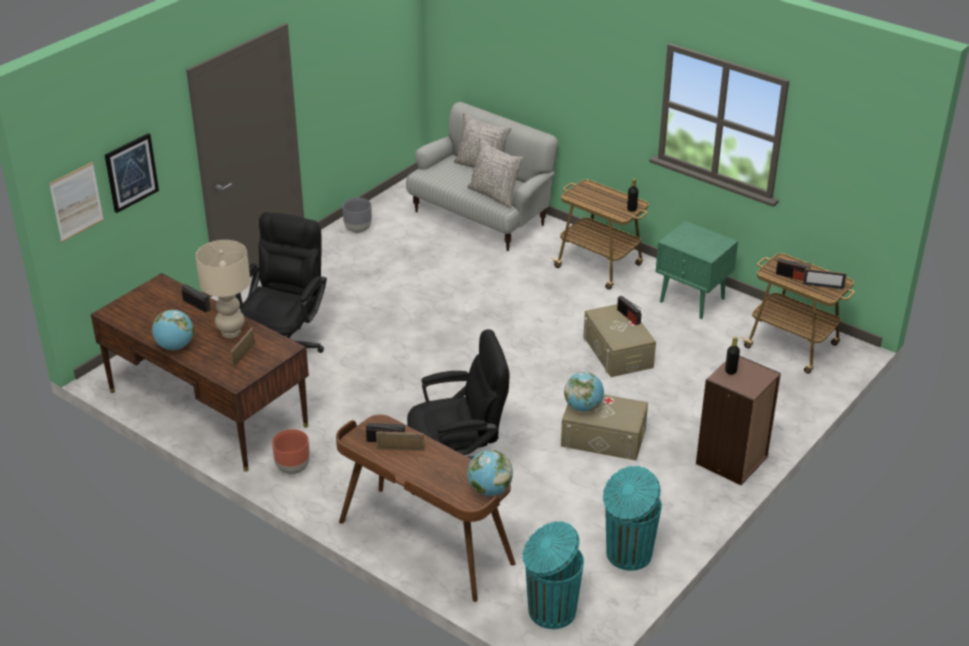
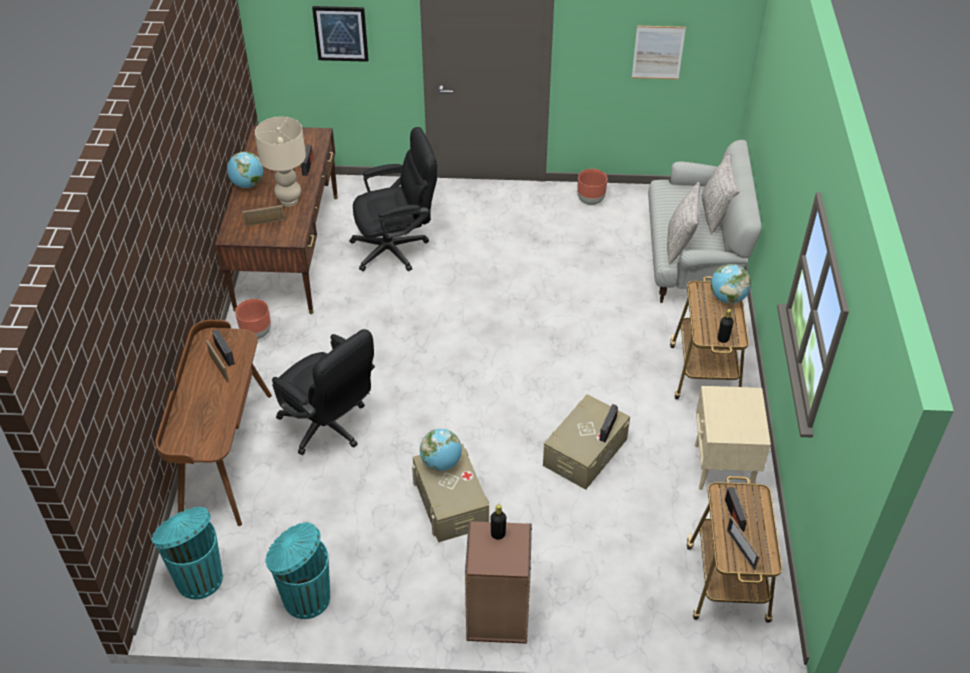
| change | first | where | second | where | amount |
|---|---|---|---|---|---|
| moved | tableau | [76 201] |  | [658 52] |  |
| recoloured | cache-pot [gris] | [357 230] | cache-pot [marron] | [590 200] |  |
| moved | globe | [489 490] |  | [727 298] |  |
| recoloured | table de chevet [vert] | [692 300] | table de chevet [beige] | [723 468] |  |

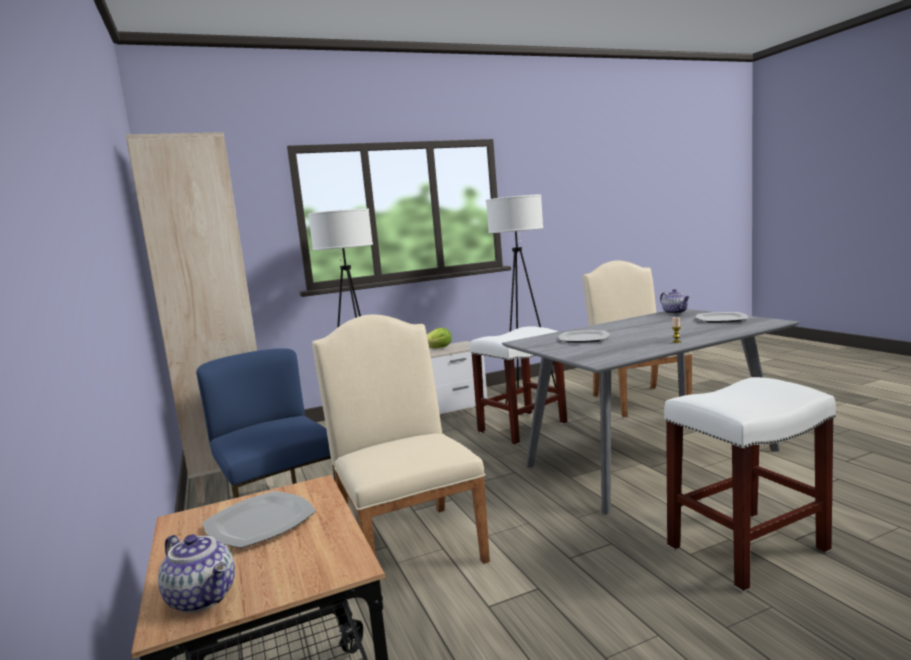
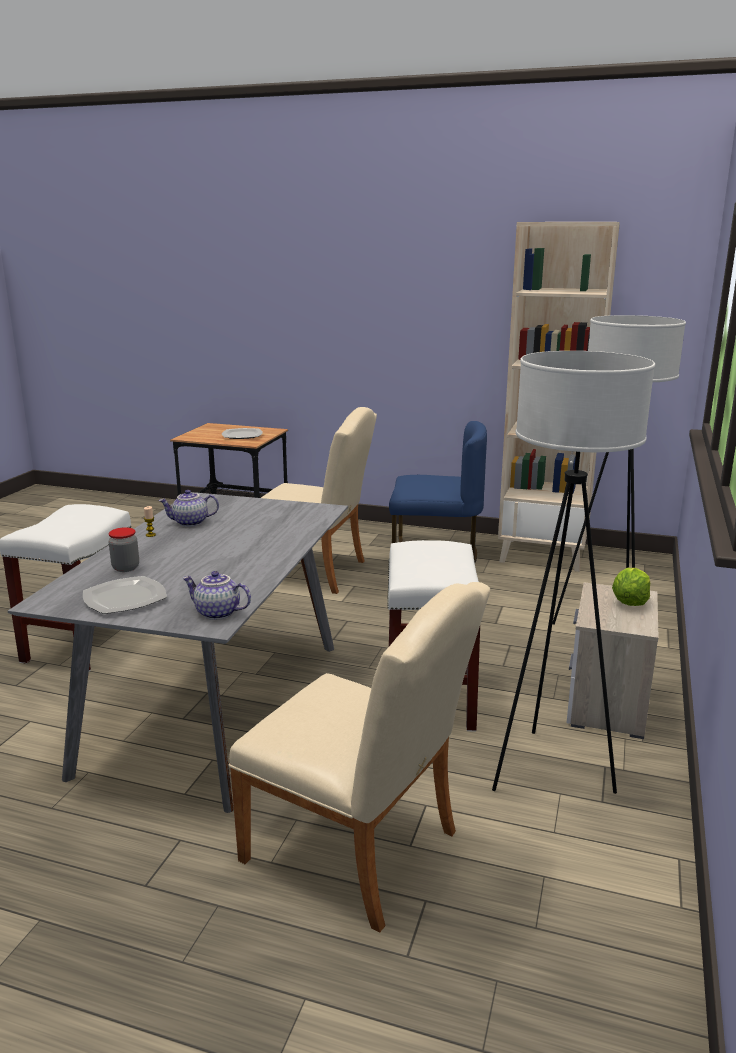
| change | first | where | second | where | amount |
|---|---|---|---|---|---|
| moved | théière | [204 597] |  | [190 523] |  |
| removed | assiette | [583 339] |  |  |  |
| added |  |  | bocal | [126 568] |  |

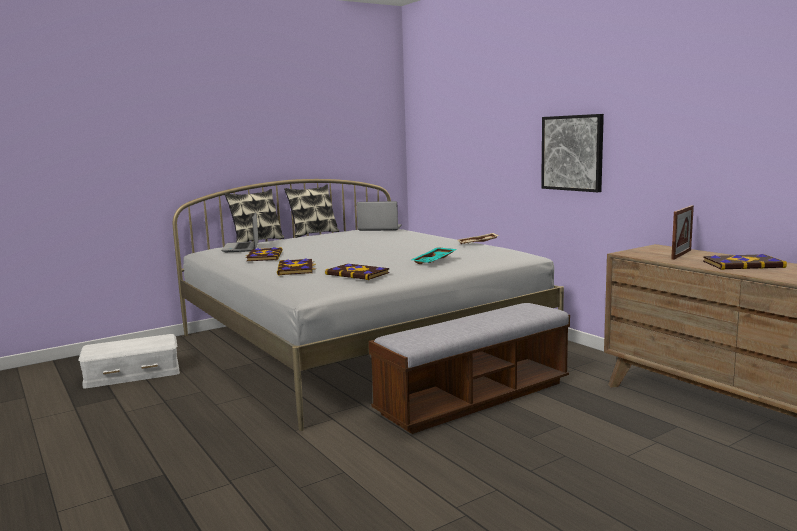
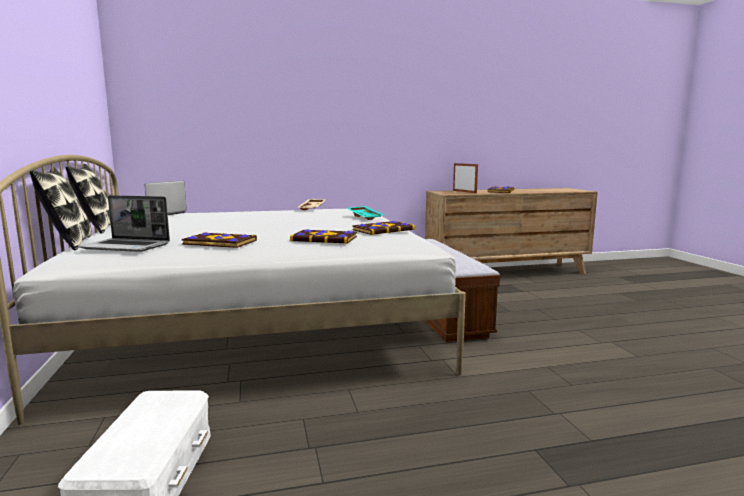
| change | first | where | second | where | amount |
|---|---|---|---|---|---|
| removed | tableau | [572 153] |  |  |  |

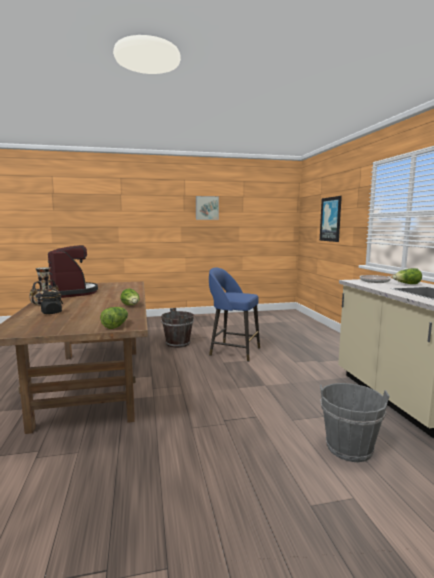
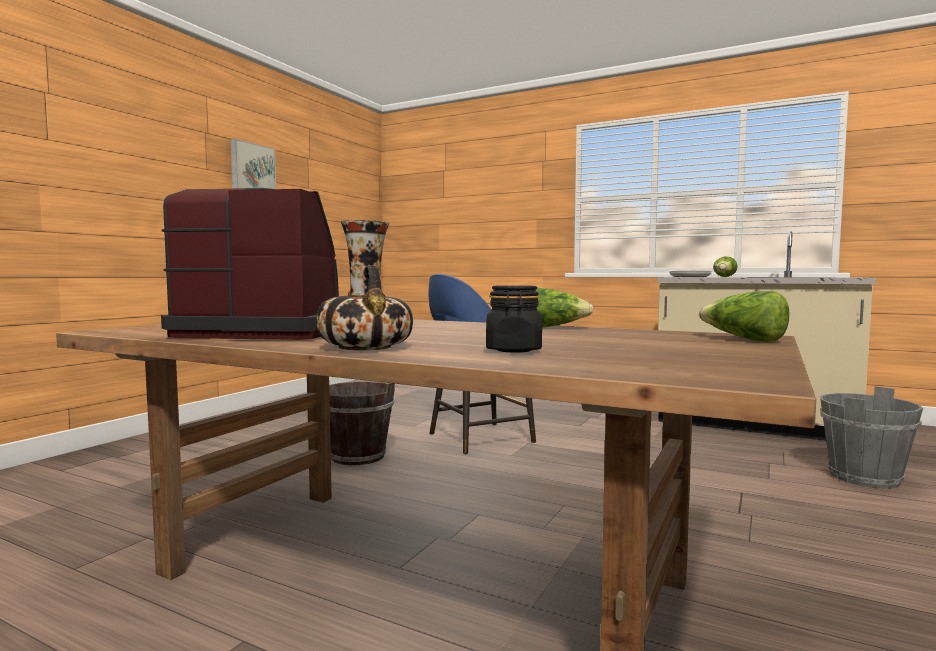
| change | first | where | second | where | amount |
|---|---|---|---|---|---|
| removed | tableau | [331 219] |  |  |  |

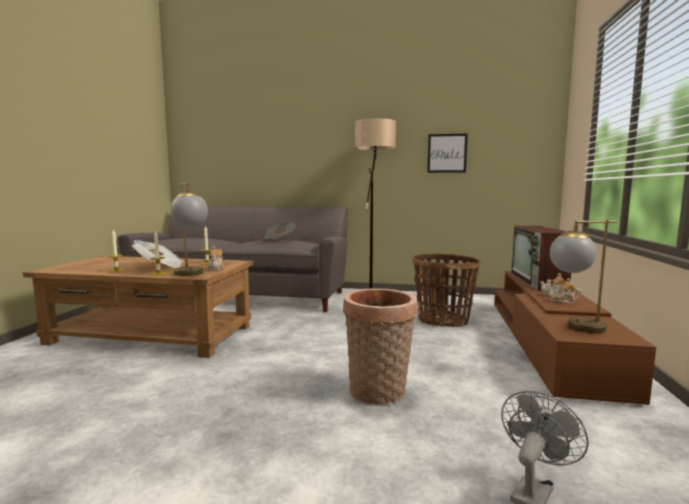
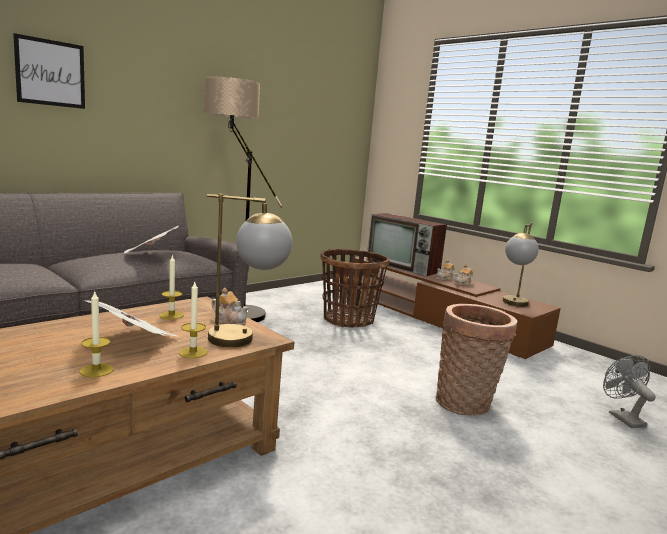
| change | first | where | second | where | amount |
|---|---|---|---|---|---|
| moved | tableau | [447 153] |  | [50 73] |  |

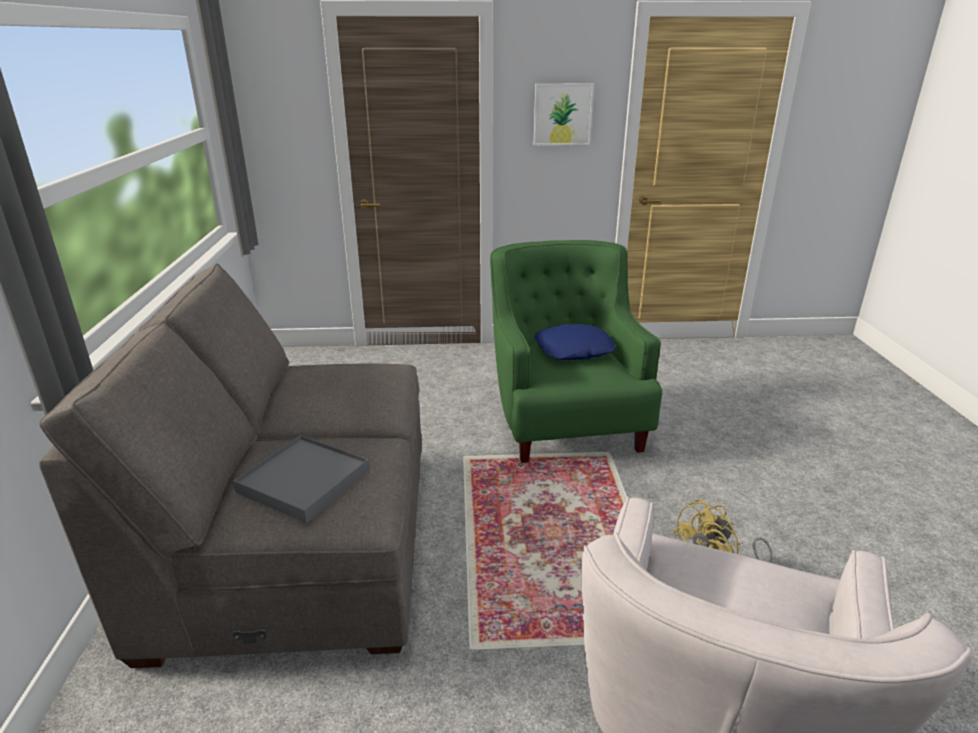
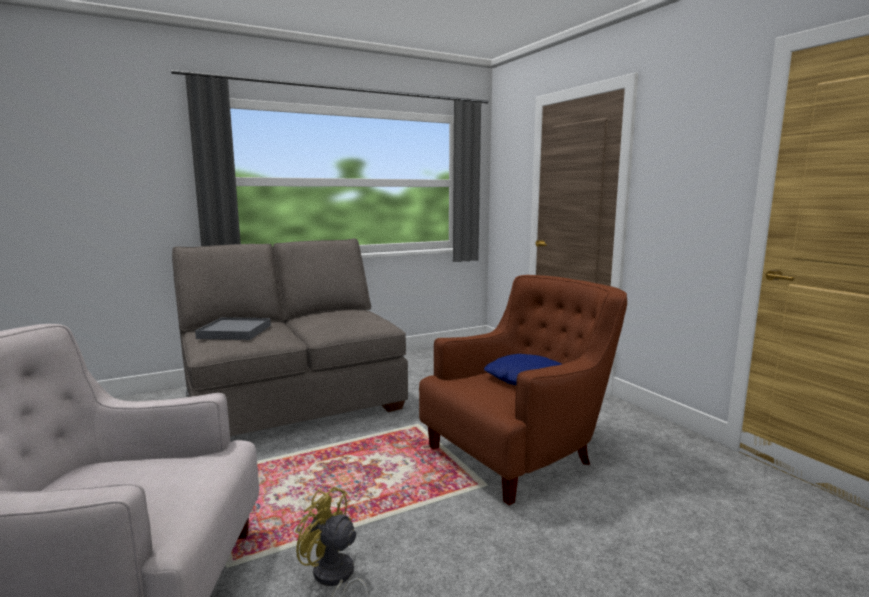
| change | first | where | second | where | amount |
|---|---|---|---|---|---|
| recoloured | fauteuil [vert] | [564 419] | fauteuil [marron] | [520 452] |  |
| removed | tableau | [562 114] |  |  |  |

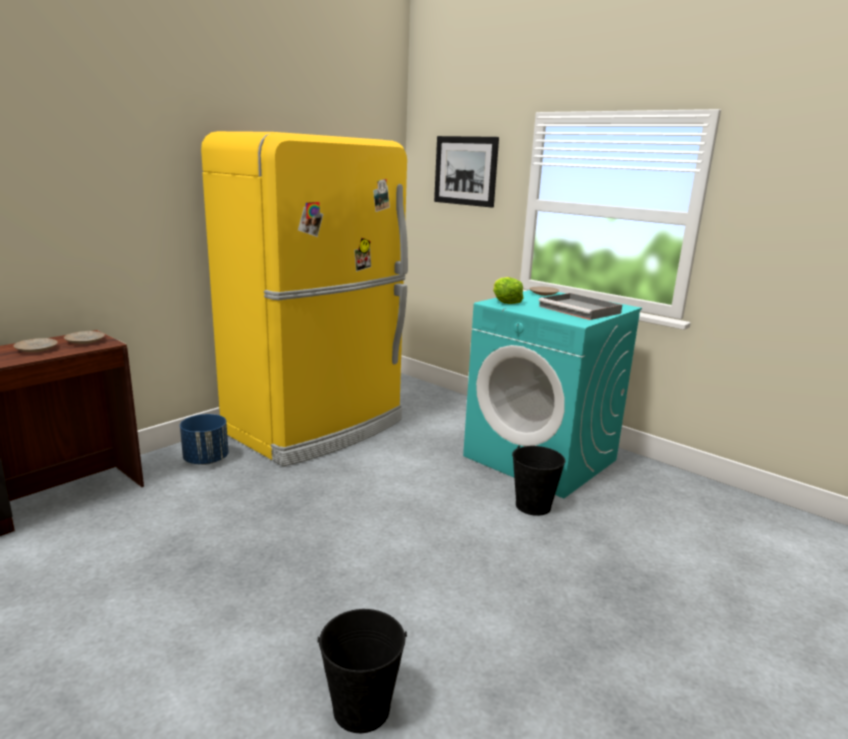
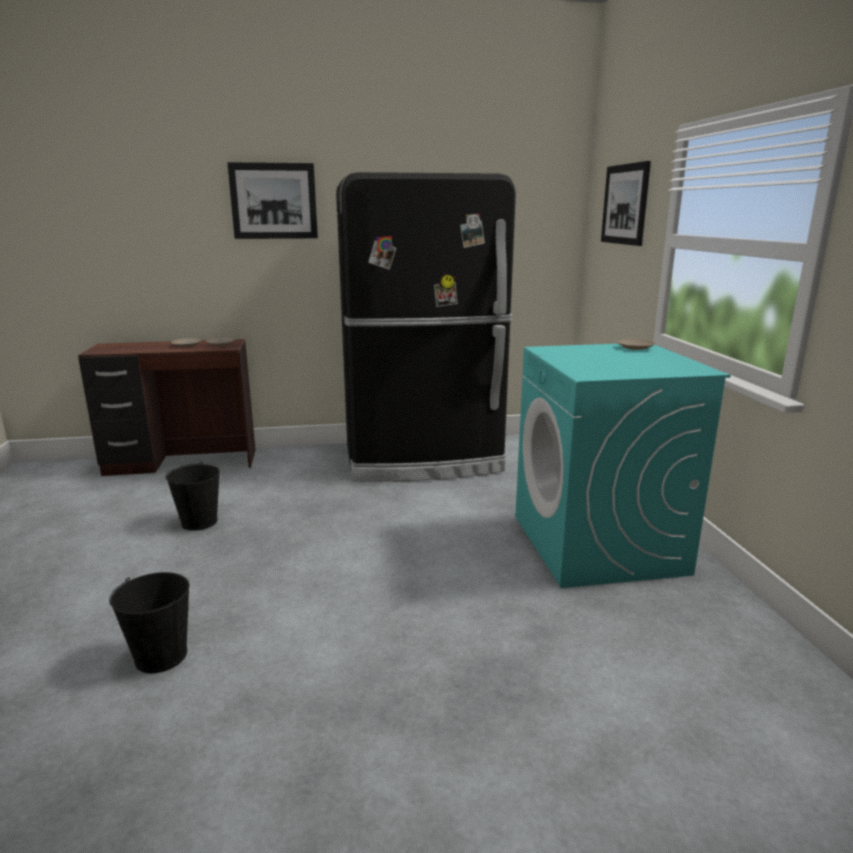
| change | first | where | second | where | amount |
|---|---|---|---|---|---|
| removed | cache-pot [bleu] | [206 460] |  |  |  |
| recoloured | réfrigérateur [jaune] | [317 427] | réfrigérateur [noir] | [423 459] |  |
| removed | laitue | [505 301] |  |  |  |
| moved | seau [noir] | [533 505] |  | [199 522] |  |
| removed | plateau [gris] | [581 310] |  |  |  |
| added |  |  | tableau | [274 201] |  |

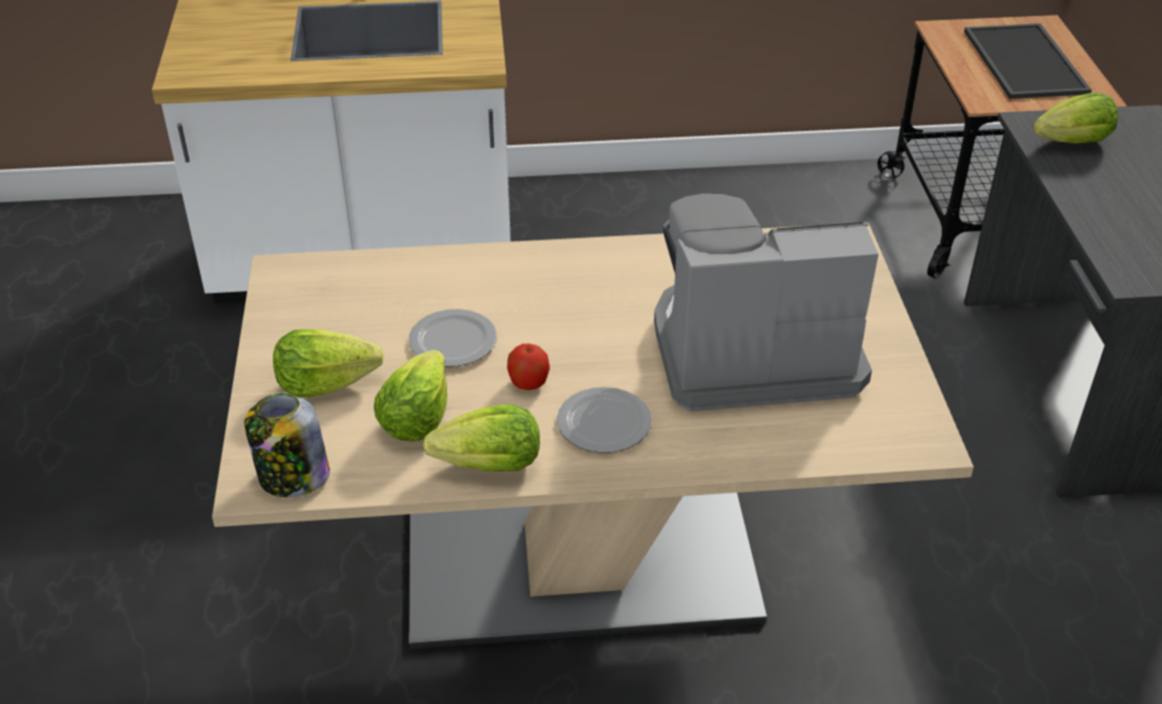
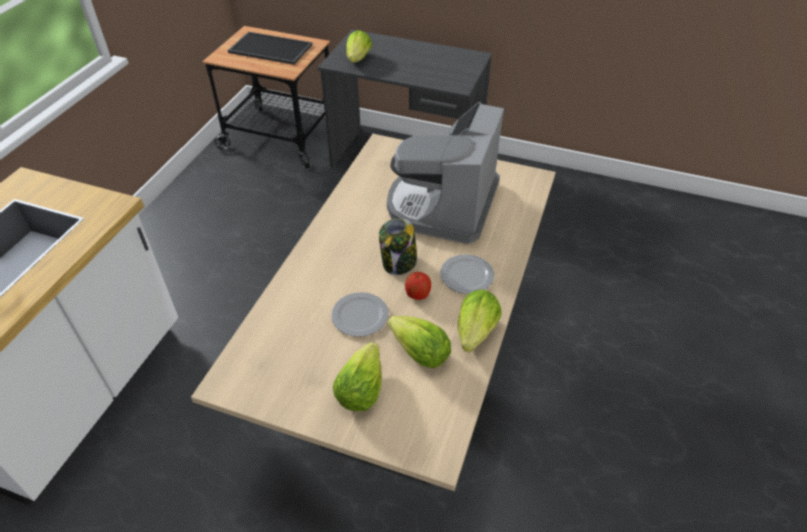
| change | first | where | second | where | amount |
|---|---|---|---|---|---|
| moved | bocal | [292 477] |  | [399 263] |  |

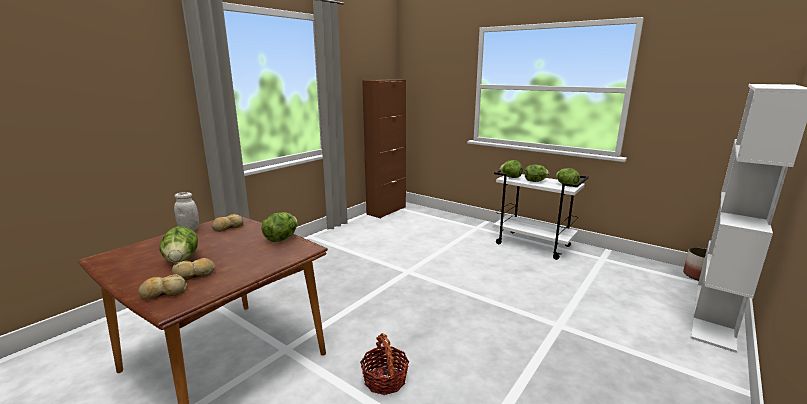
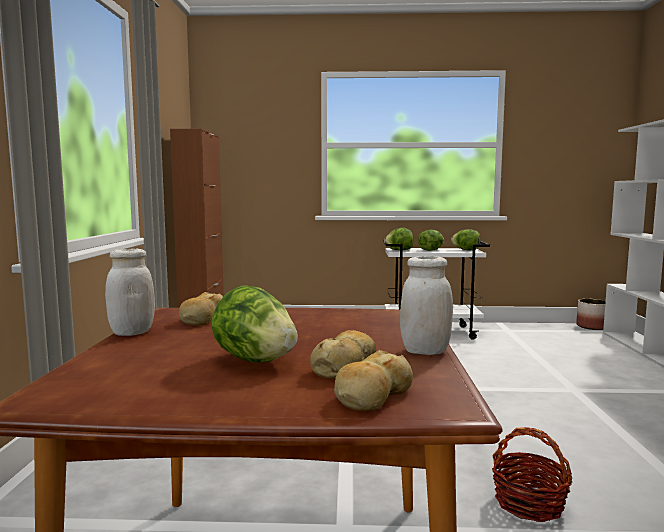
| change | first | where | second | where | amount |
|---|---|---|---|---|---|
| removed | laitue | [281 239] |  |  |  |
| added |  |  | bocal [blanc] | [425 351] |  |

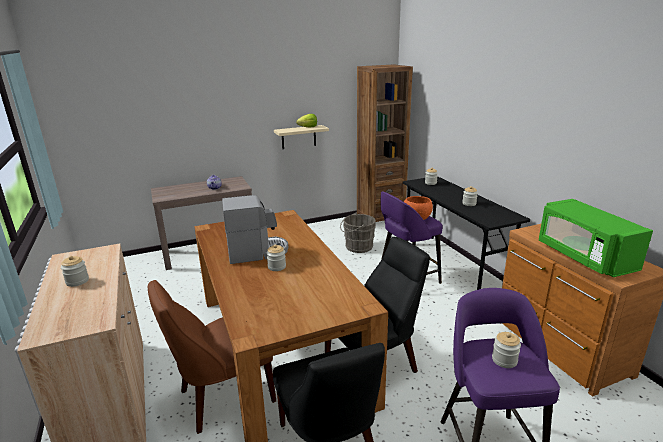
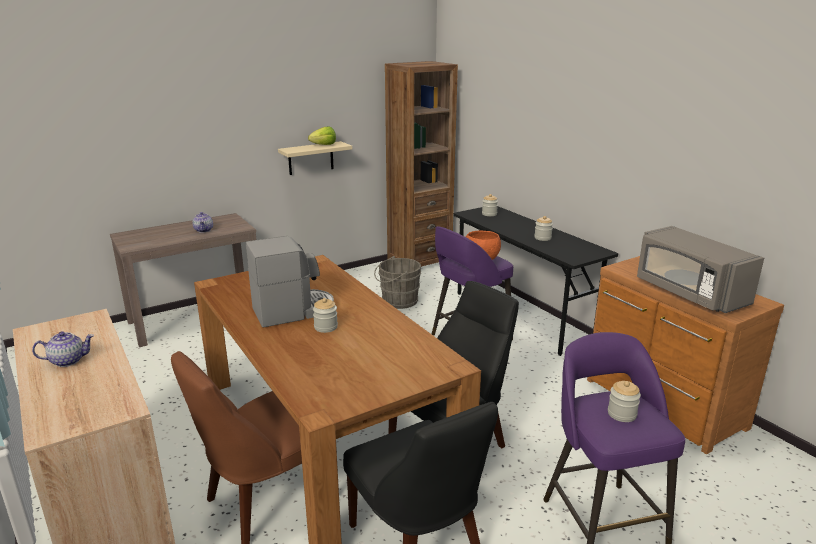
| change | first | where | second | where | amount |
|---|---|---|---|---|---|
| replaced | bocal | [77 281] | théière | [68 360] |  |
| recoloured | micro-ondes [vert] | [583 257] | micro-ondes [gris] | [689 293] |  |

